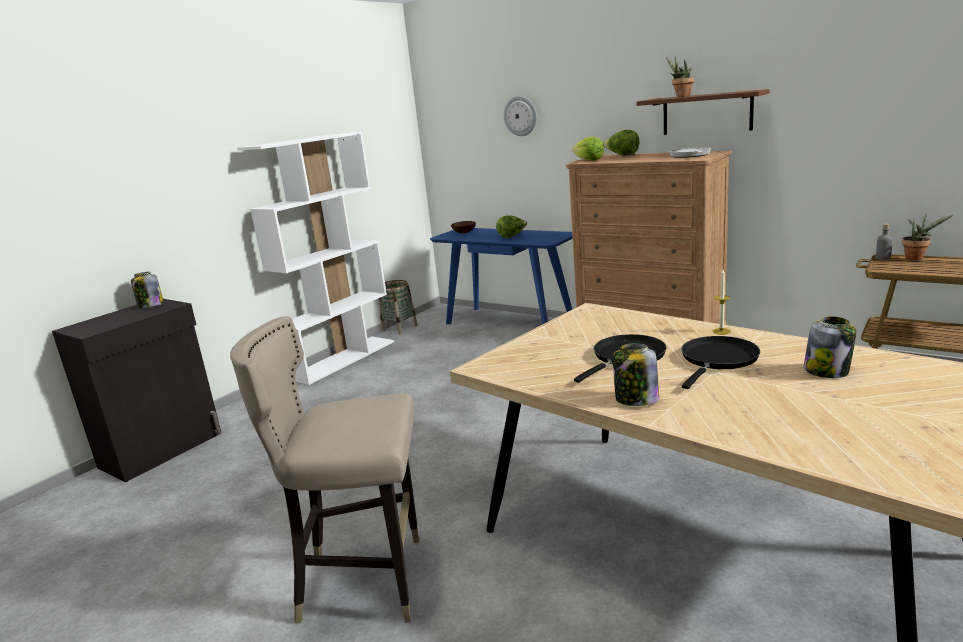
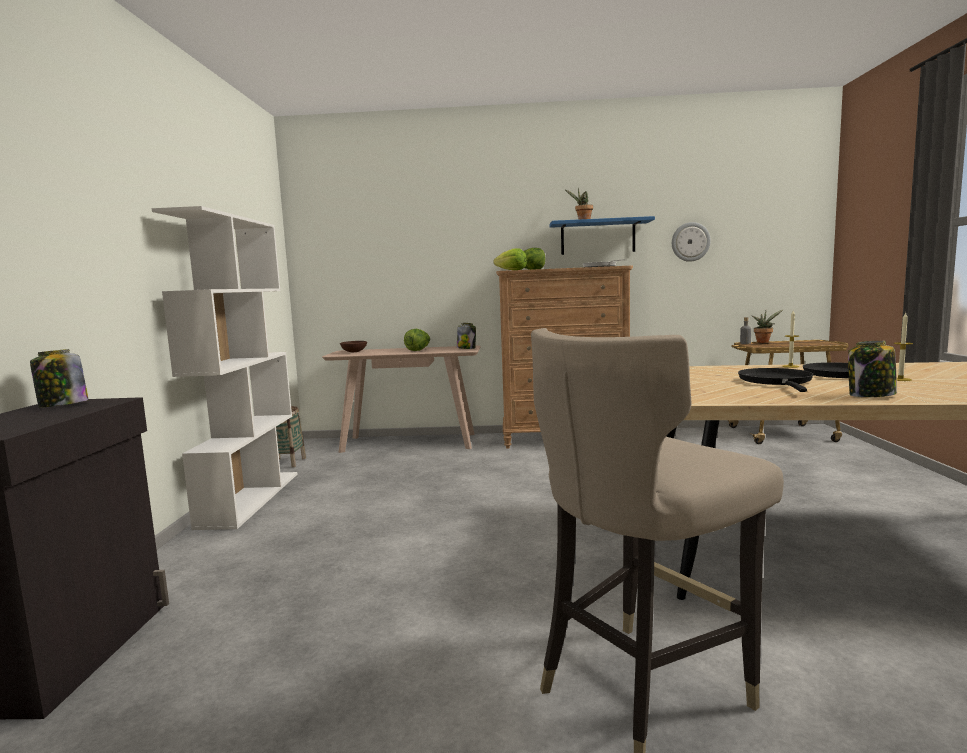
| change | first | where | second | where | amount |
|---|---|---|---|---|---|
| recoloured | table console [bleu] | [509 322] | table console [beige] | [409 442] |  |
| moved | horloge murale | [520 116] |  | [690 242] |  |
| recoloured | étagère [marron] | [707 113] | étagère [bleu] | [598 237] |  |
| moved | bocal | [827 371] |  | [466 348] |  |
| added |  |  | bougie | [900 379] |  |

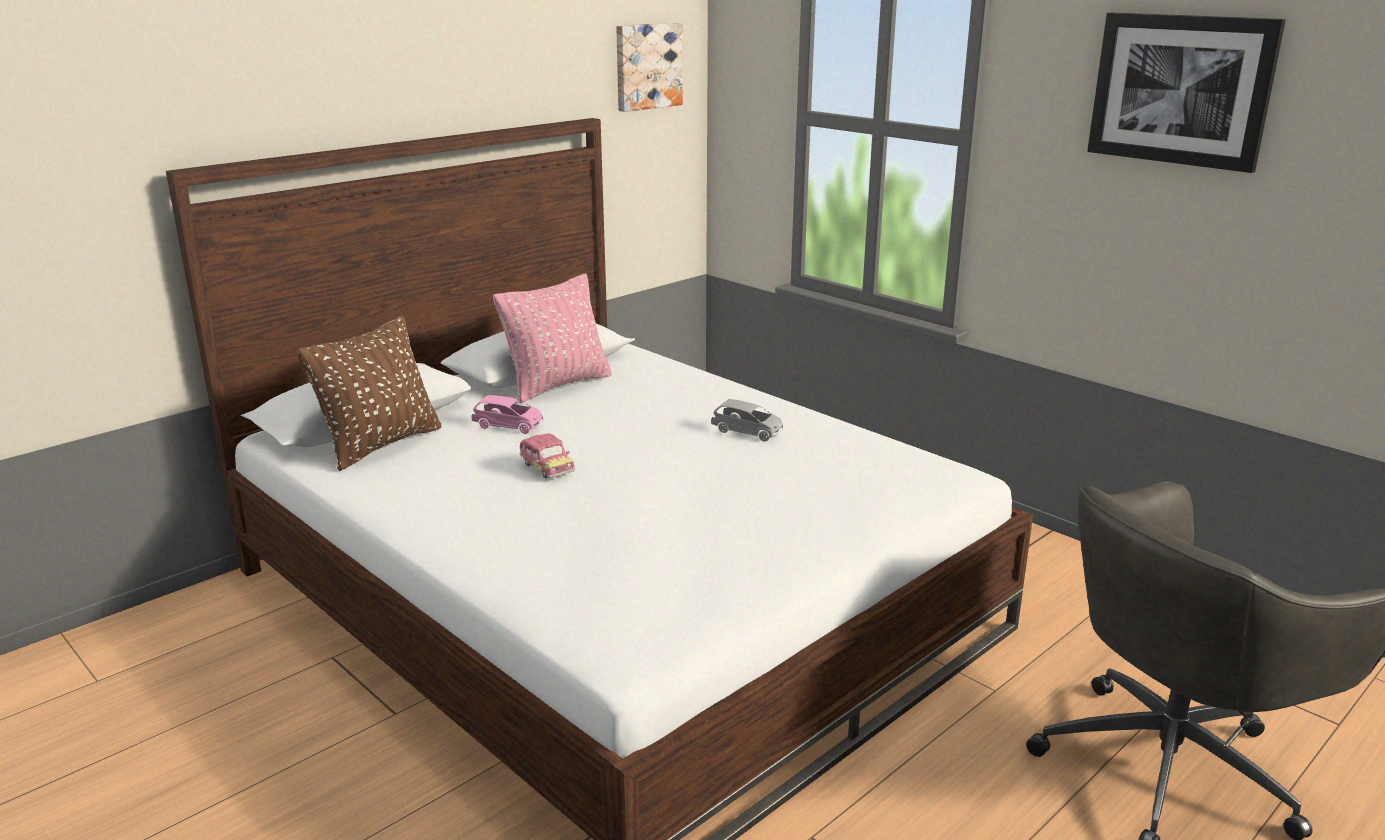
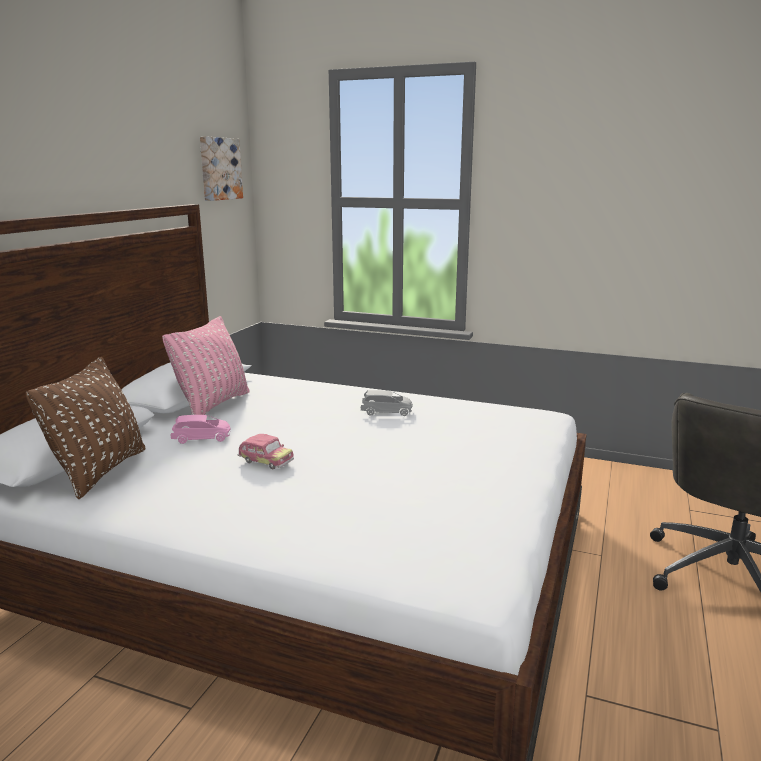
| change | first | where | second | where | amount |
|---|---|---|---|---|---|
| removed | tableau | [1181 90] |  |  |  |

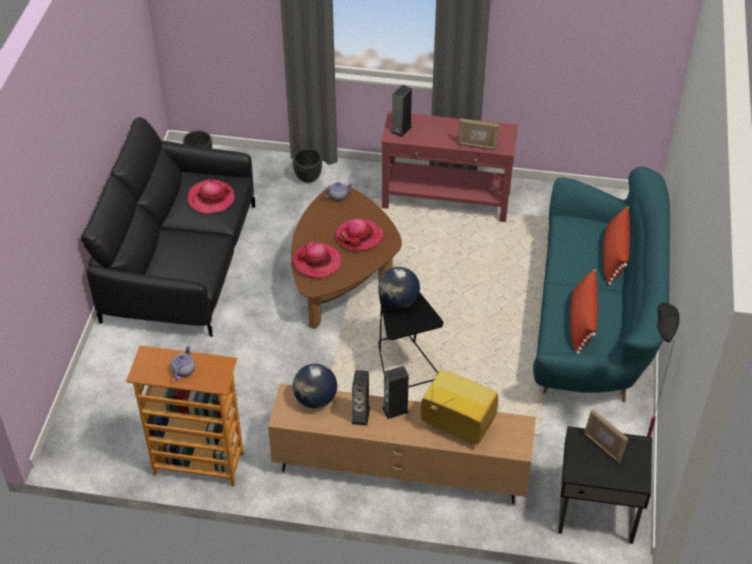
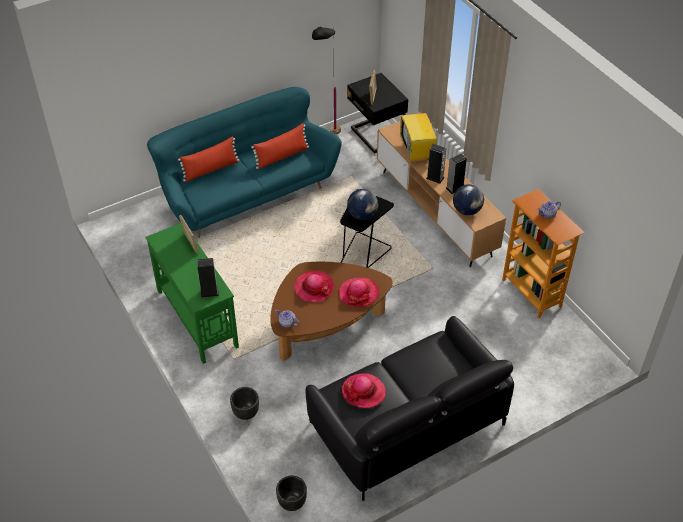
| change | first | where | second | where | amount |
|---|---|---|---|---|---|
| recoloured | table console [rouge] | [446 201] | table console [vert] | [197 317] |  |

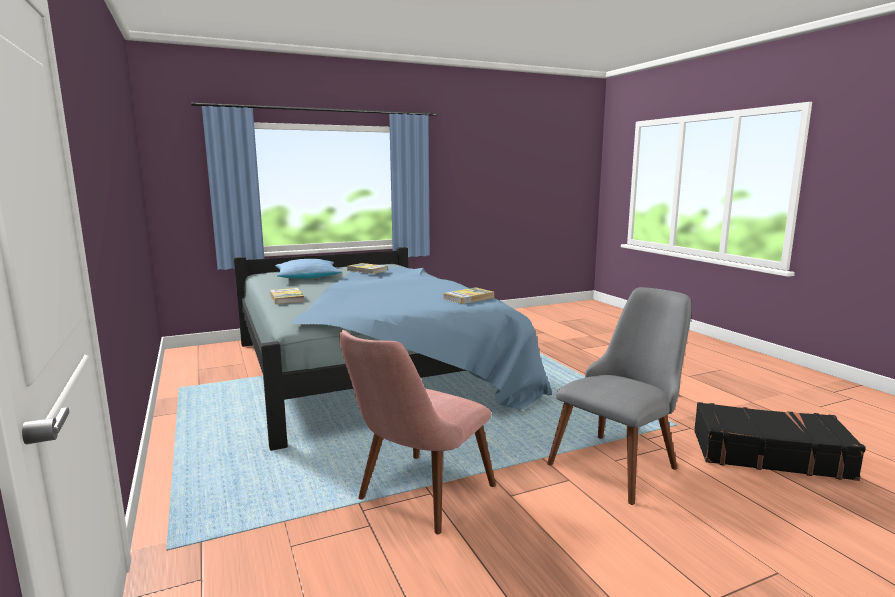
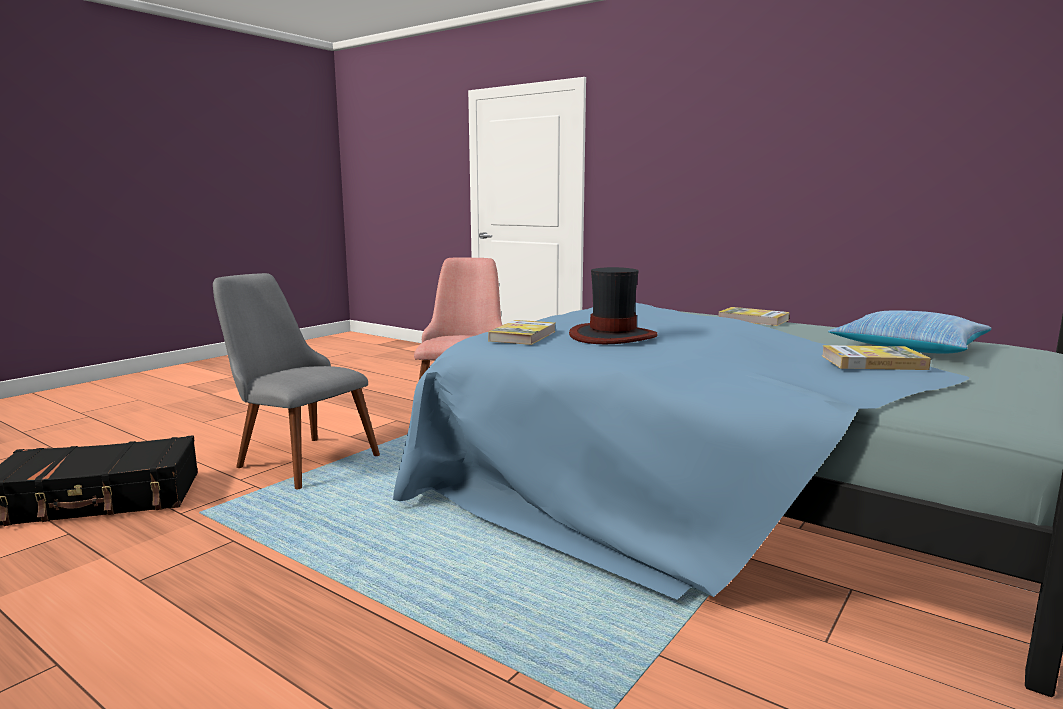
| change | first | where | second | where | amount |
|---|---|---|---|---|---|
| turned | chaise [gris] | [621 460] |  | [296 458] | 105 degrees clockwise |
| added |  |  | chapeau | [612 336] |  |

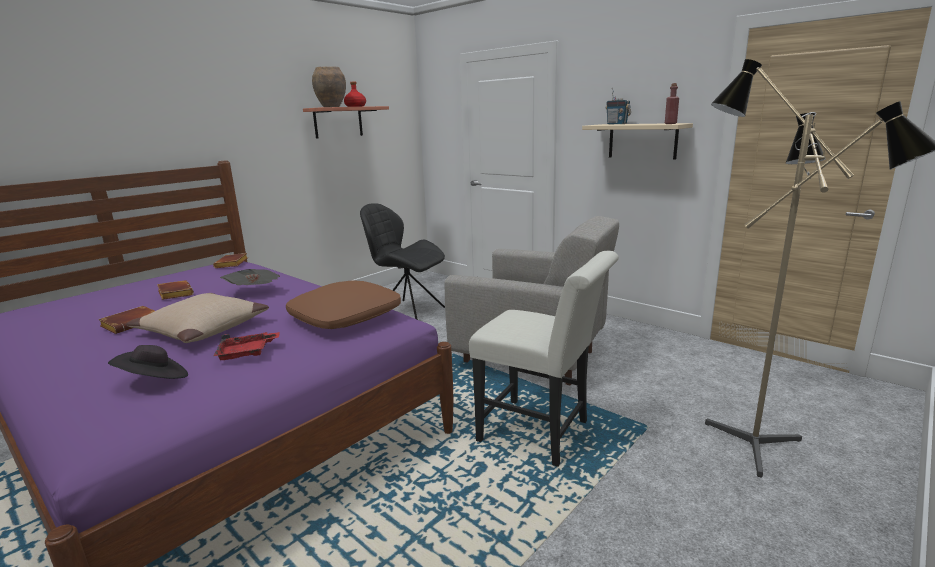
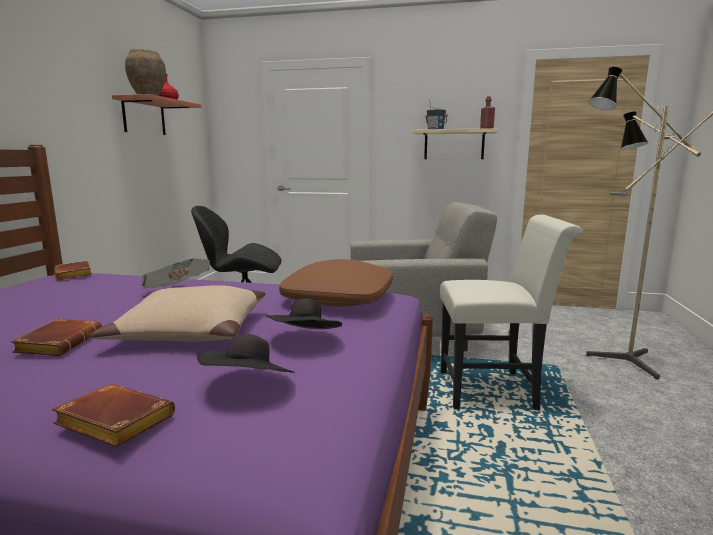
| change | first | where | second | where | amount |
|---|---|---|---|---|---|
| moved | livre [marron] | [174 294] |  | [111 423] |  |
| replaced | plateau [rouge] | [246 353] | chapeau [noir] | [305 340] |  |

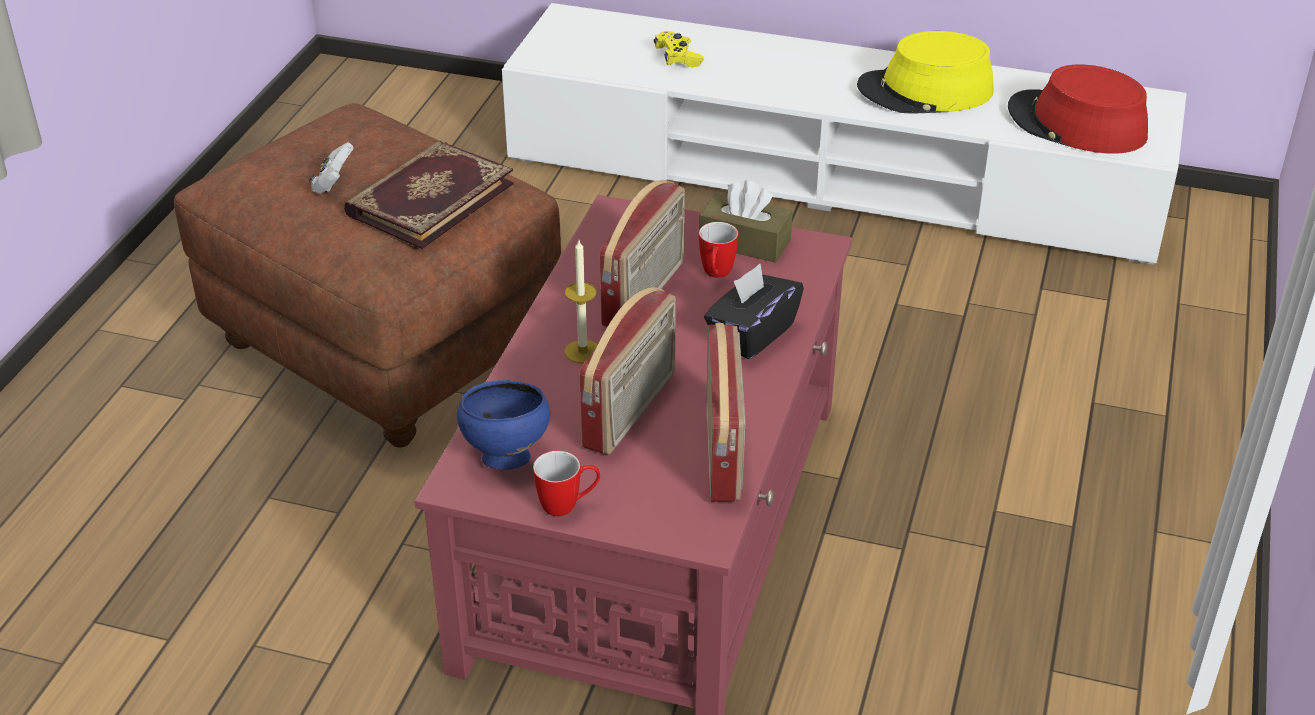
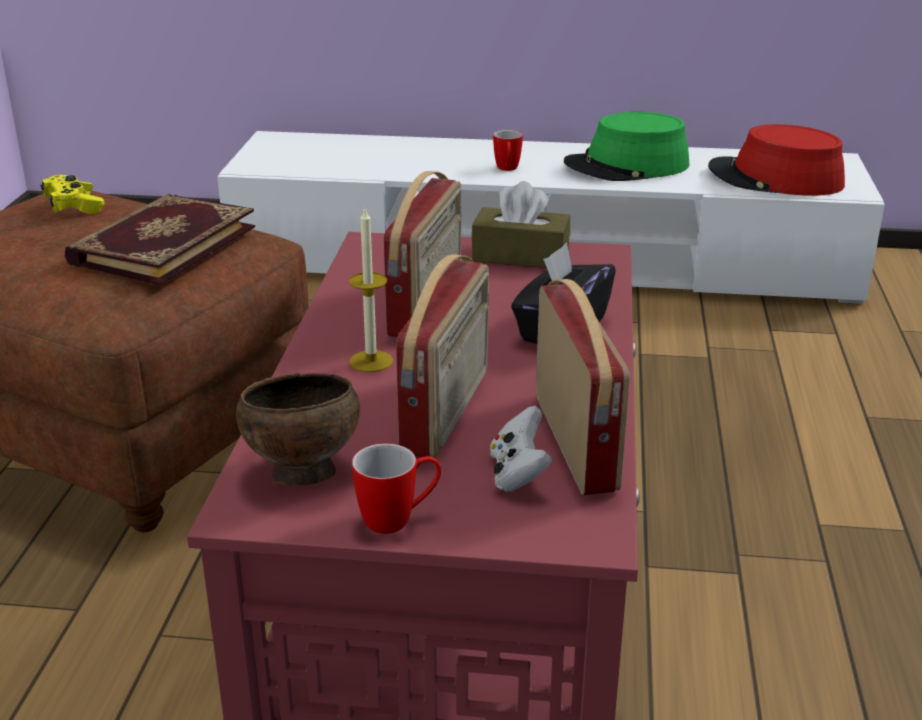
| change | first | where | second | where | amount |
|---|---|---|---|---|---|
| moved | manette [blanc] | [333 184] |  | [518 474] |  |
| recoloured | bol [bleu] | [505 457] | bol [marron] | [301 474] |  |
| moved | manette [jaune] | [678 58] |  | [74 206] |  |
| moved | mug | [716 275] |  | [507 169] |  |
| recoloured | chapeau [jaune] | [925 91] | chapeau [vert] | [627 166] |  |

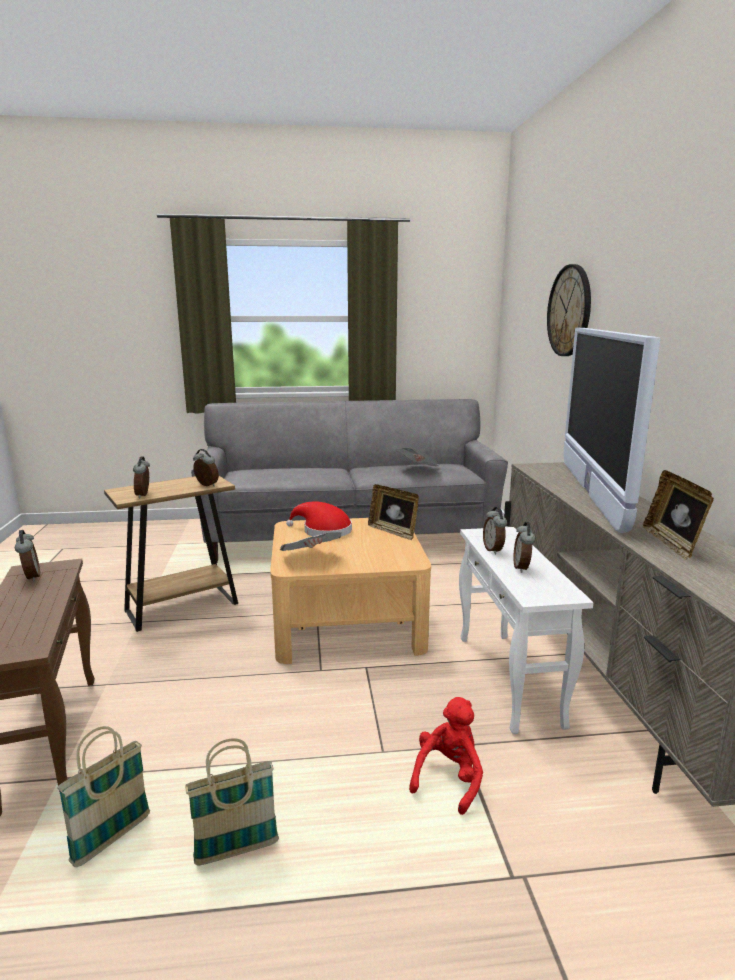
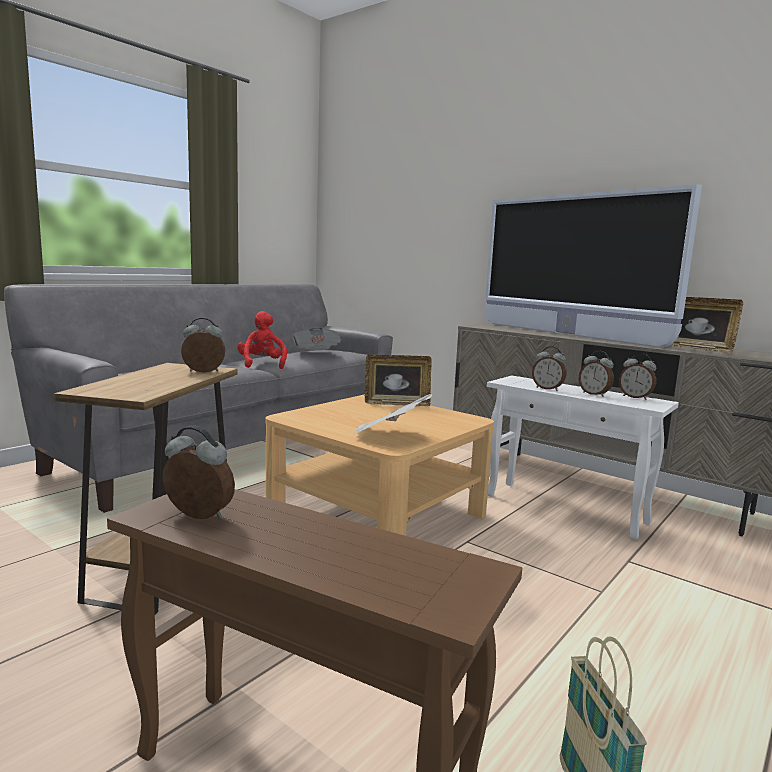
| change | first | where | second | where | amount |
|---|---|---|---|---|---|
| moved | réveil | [144 495] |  | [635 397] |  |
| removed | panier | [236 851] |  |  |  |
| removed | chapeau [rouge] | [323 531] |  |  |  |
| moved | peluche [rouge] | [449 778] |  | [262 365] |  |
| removed | horloge murale | [569 311] |  |  |  |

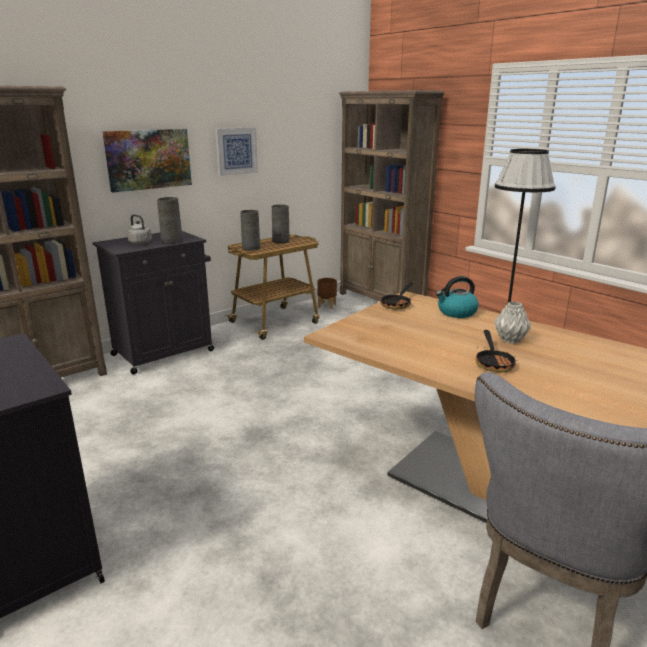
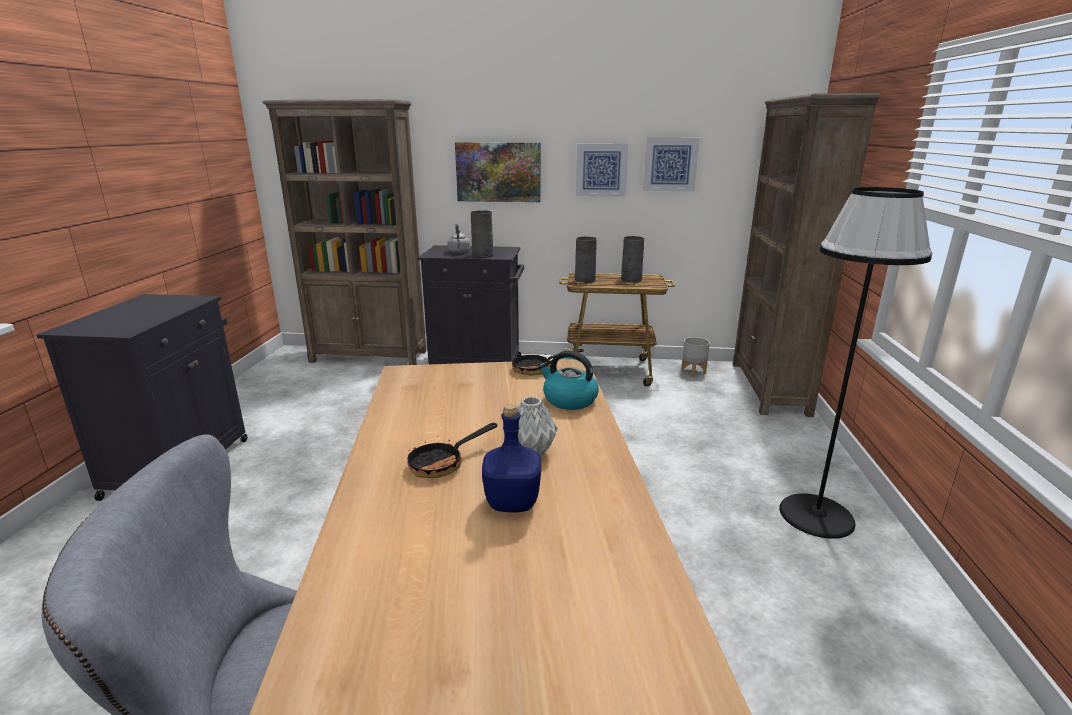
| change | first | where | second | where | amount |
|---|---|---|---|---|---|
| recoloured | cache-pot [marron] | [327 305] | cache-pot [gris] | [693 372] |  |
| added |  |  | bouteille [bleu] | [512 502] |  |
| added |  |  | tableau | [670 164] |  |

